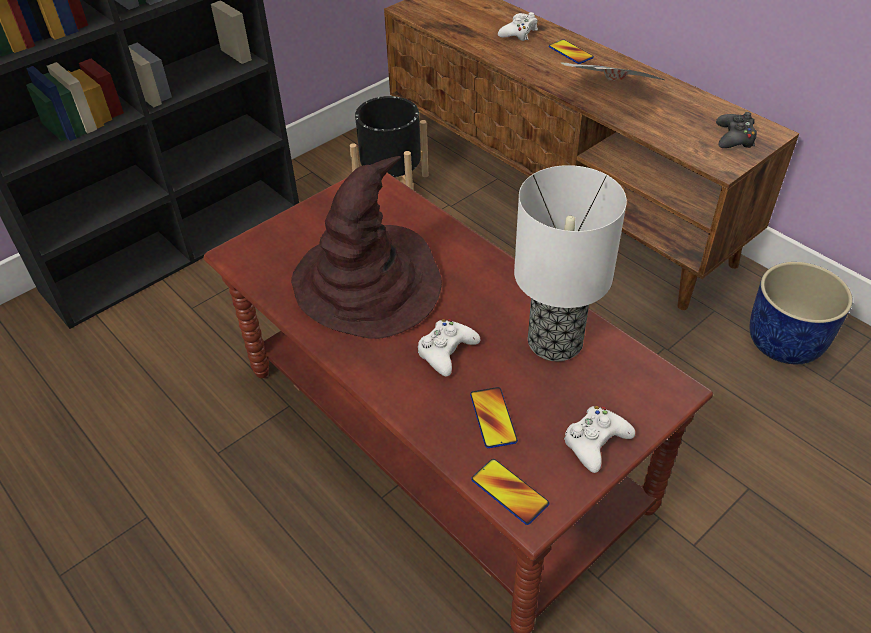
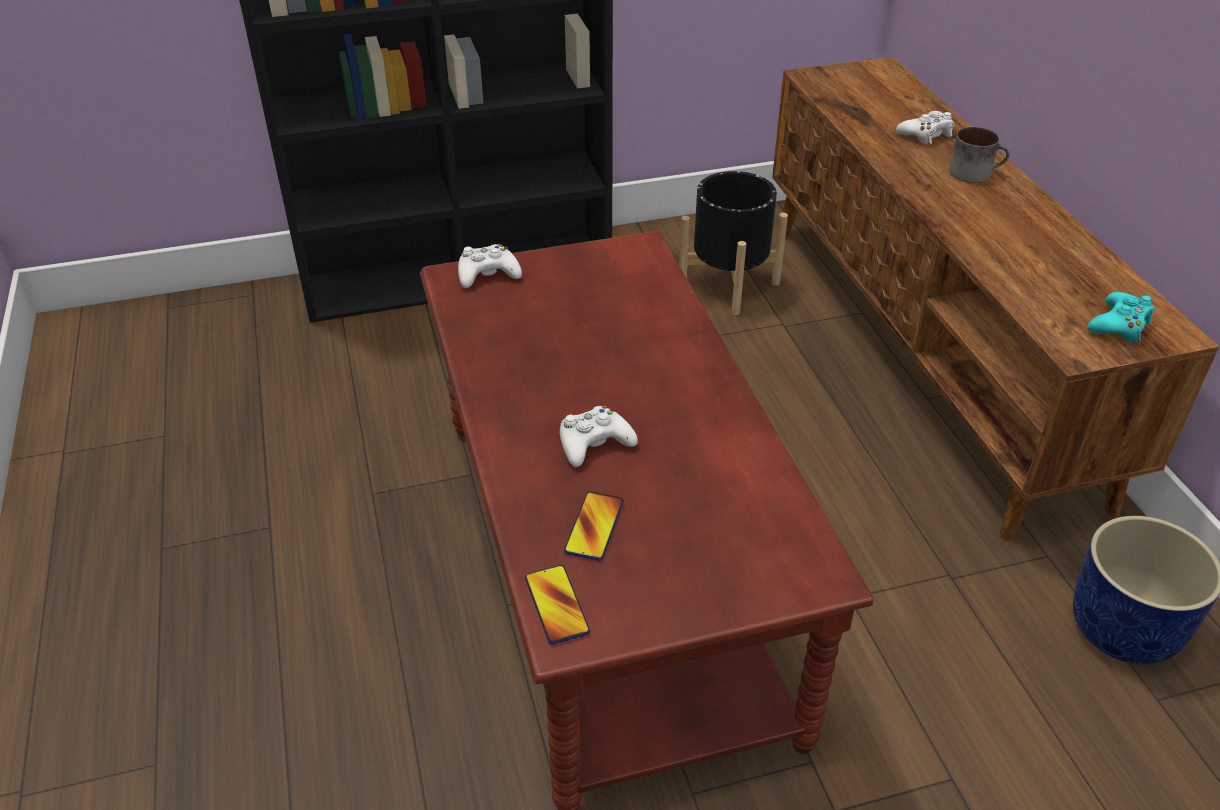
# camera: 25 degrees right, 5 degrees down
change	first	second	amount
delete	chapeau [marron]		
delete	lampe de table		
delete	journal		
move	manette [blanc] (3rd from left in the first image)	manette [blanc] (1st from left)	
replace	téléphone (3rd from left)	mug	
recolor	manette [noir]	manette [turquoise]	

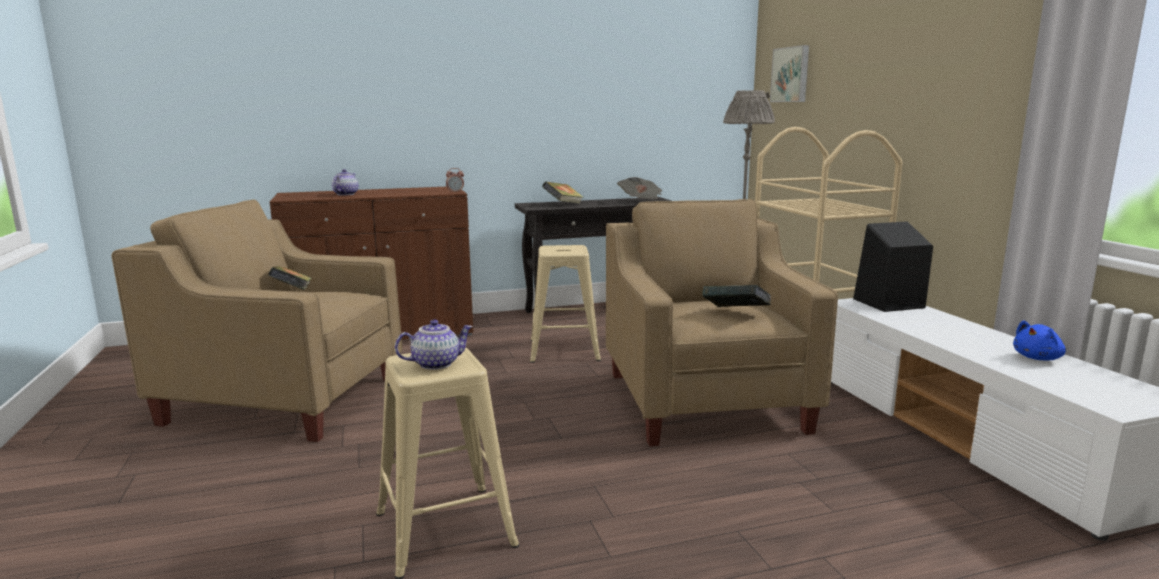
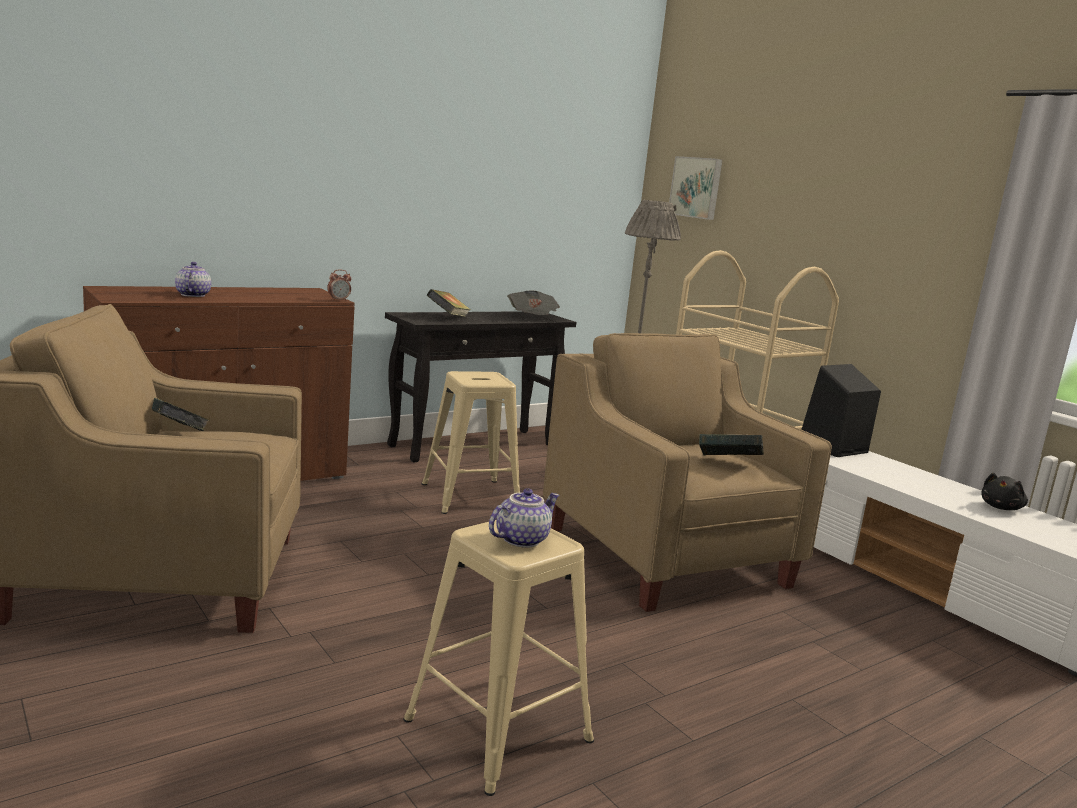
# camera: 20 degrees left, 0 degrees up
change	first	second	amount
recolor	peluche [bleu]	peluche [noir]	

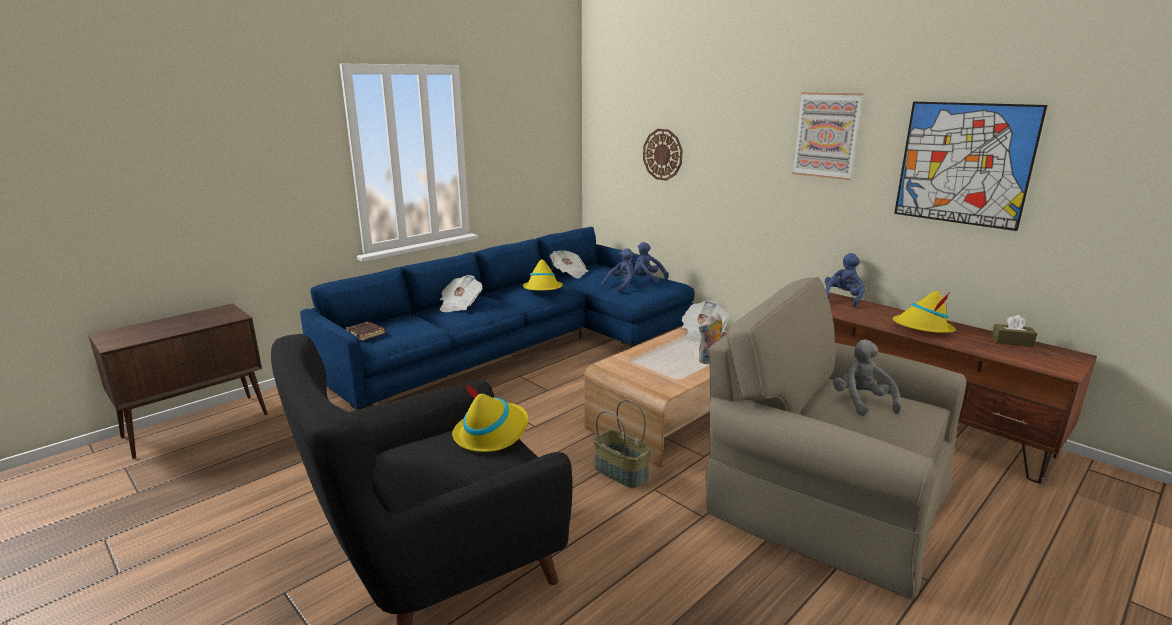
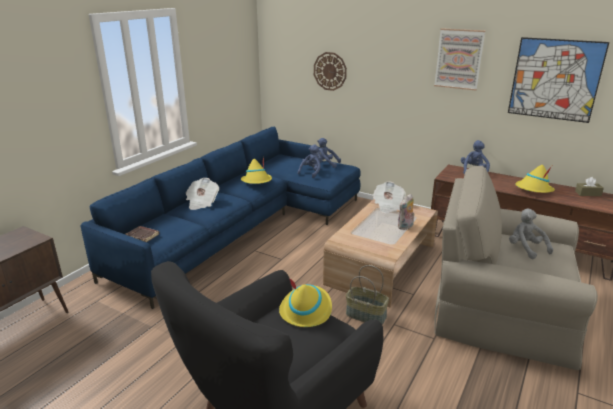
# camera: 15 degrees left, 5 degrees up
change	first	second	amount
delete	journal (2nd from left)		

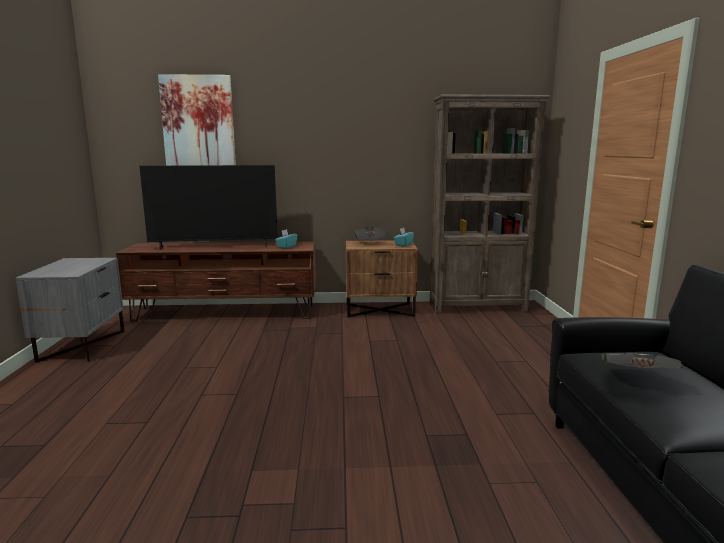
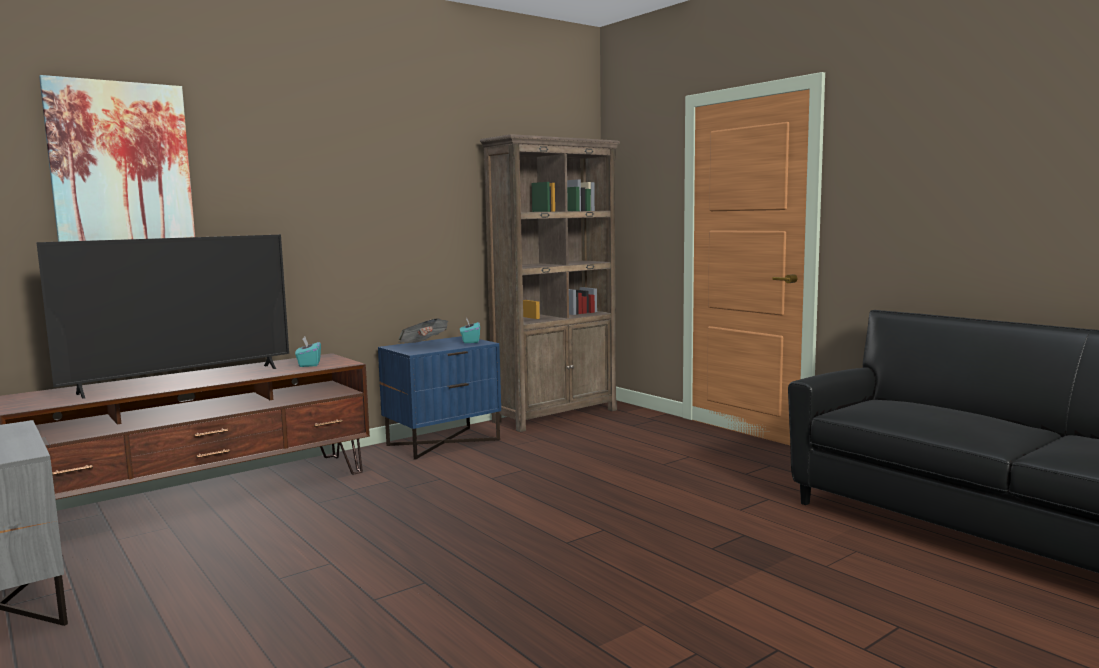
# camera: 35 degrees left, 5 degrees down
change	first	second	amount
delete	journal (2nd from left)		
recolor	table de chevet [marron]	table de chevet [bleu]	

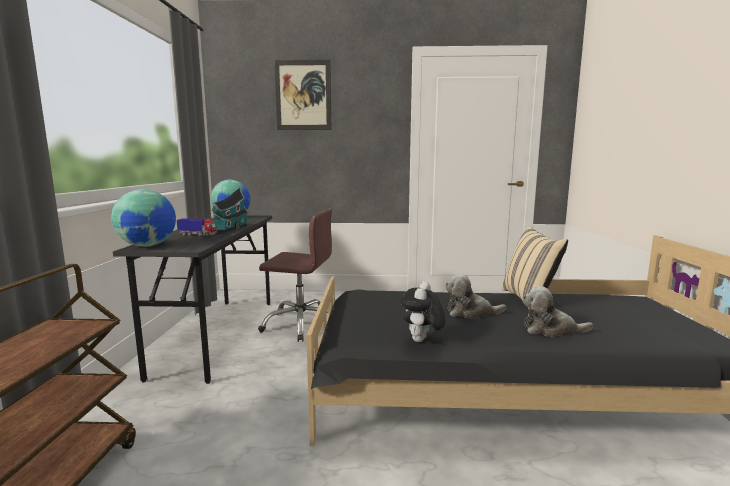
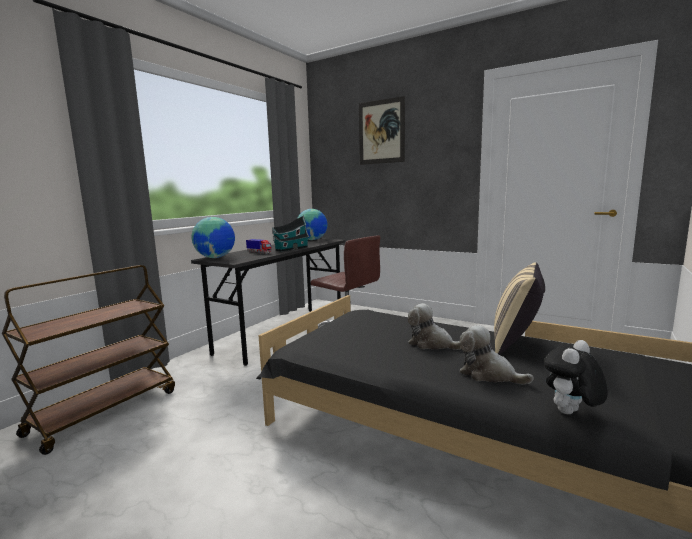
# camera: 30 degrees right, 0 degrees up
change	first	second	amount
move	peluche (1st from left in the first image)	peluche (3rd from left)	

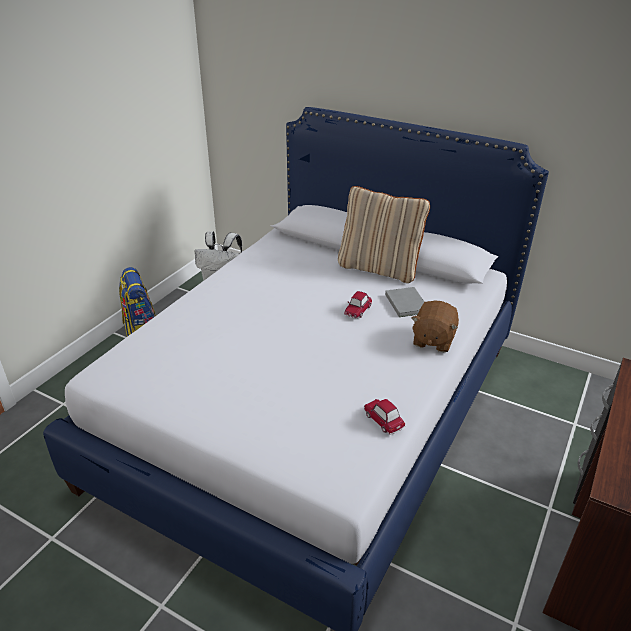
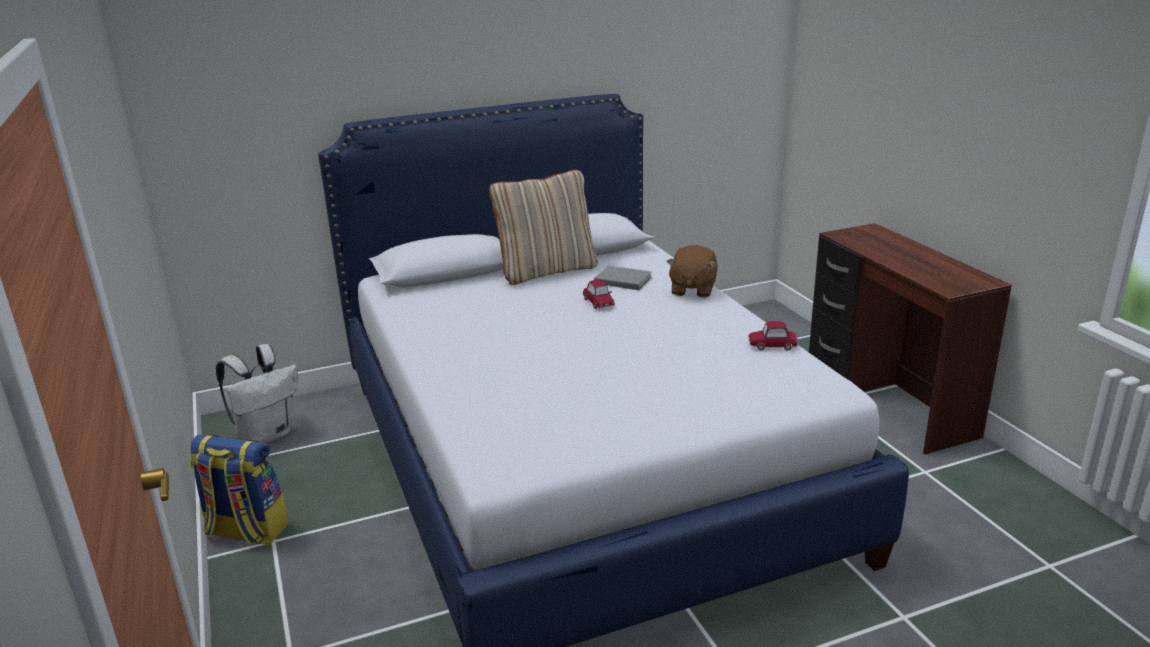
# camera: 50 degrees left, 10 degrees down
change	first	second	amount
rotate	peluche [marron]		45 degrees clockwise

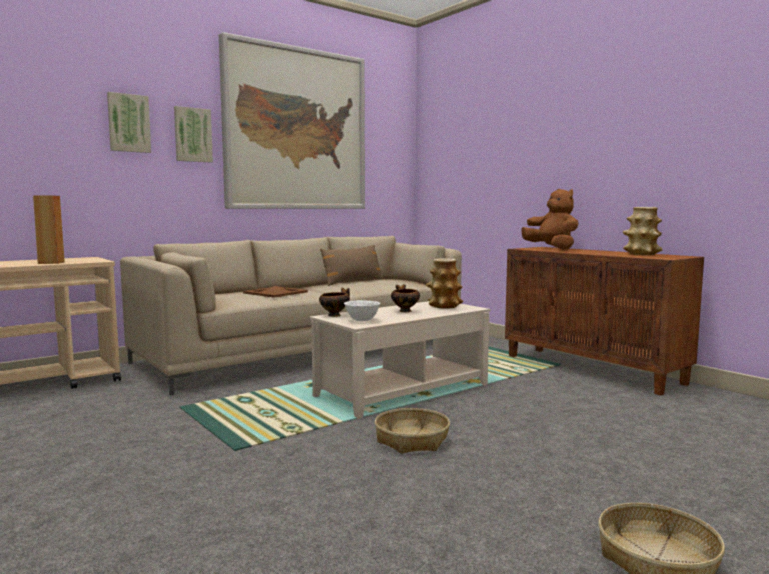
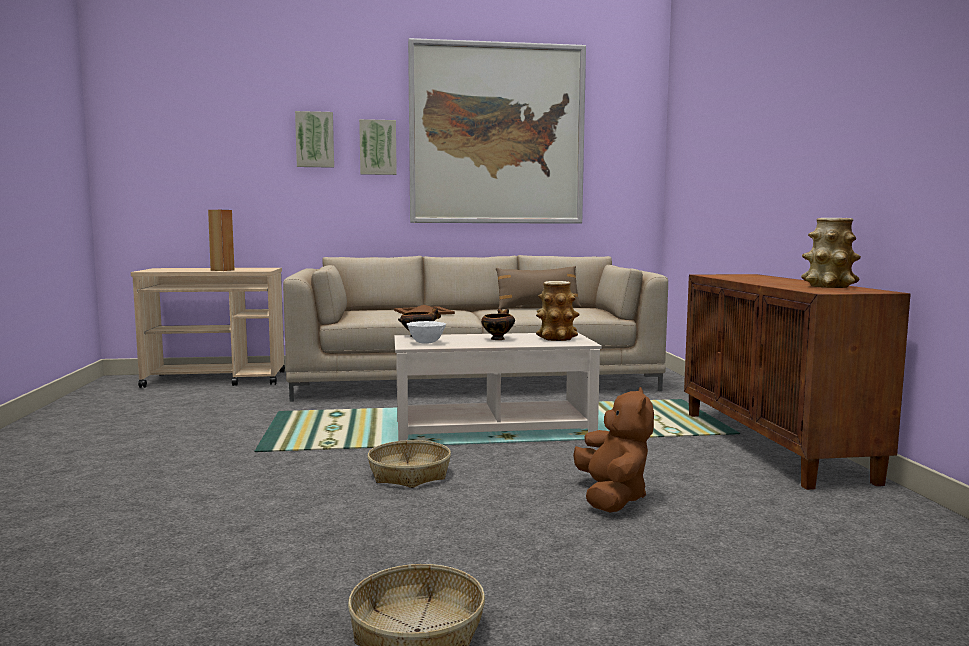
# camera: 30 degrees right, 0 degrees up
change	first	second	amount
move	peluche [marron]		

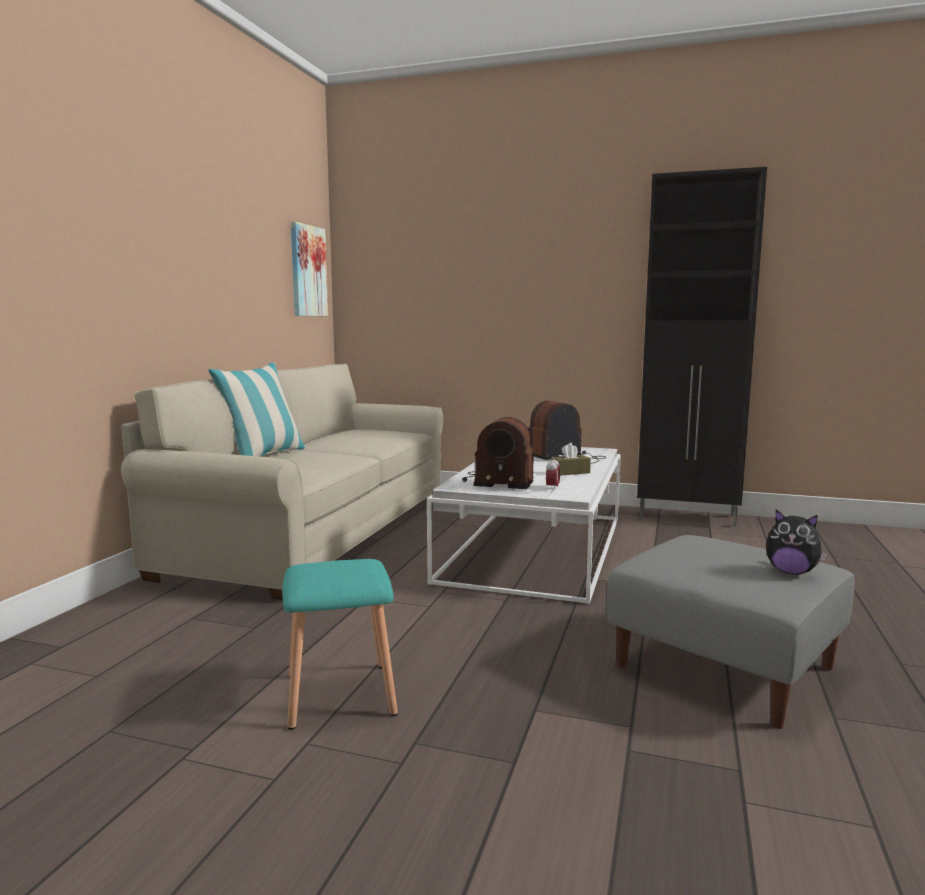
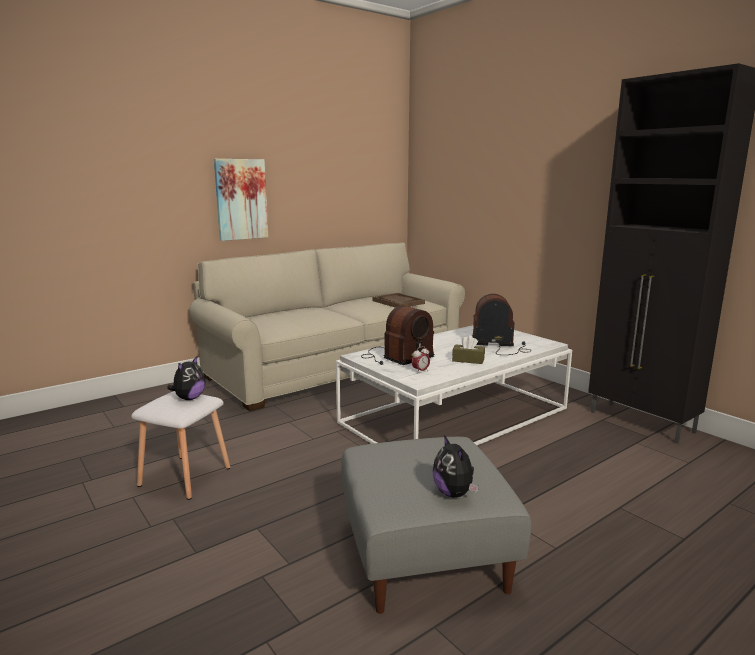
# camera: 35 degrees right, 5 degrees up
change	first	second	amount
delete	coussin		
insert		peluche (1st from left)	
insert		plateau [marron]	
move	tableau		
recolor	tabouret [turquoise]	tabouret [blanc]	
rotate	radio (1st from left)		90 degrees counterclockwise

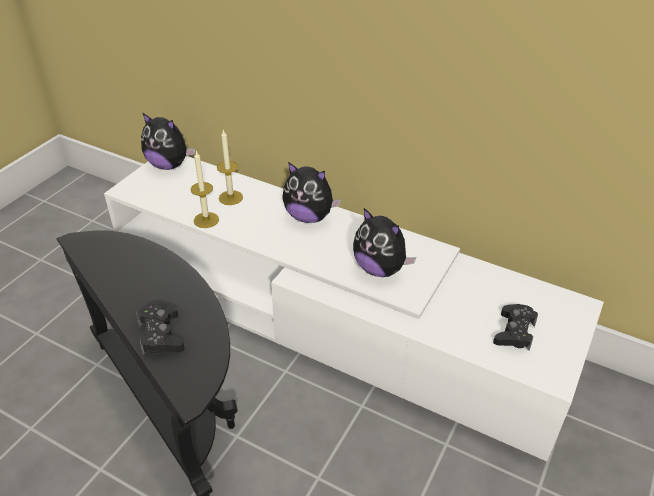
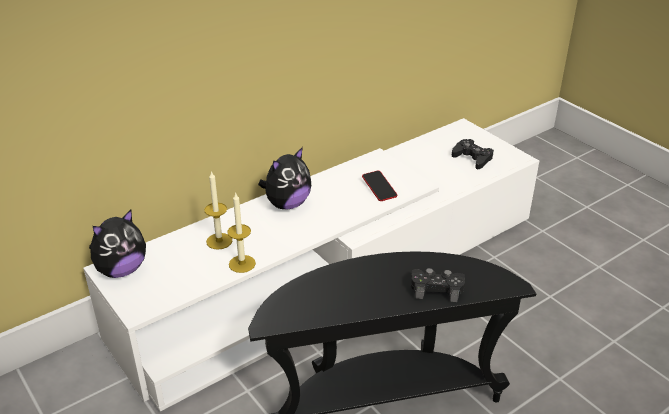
# camera: 65 degrees left, 5 degrees down
change	first	second	amount
replace	peluche (3rd from left)	téléphone	

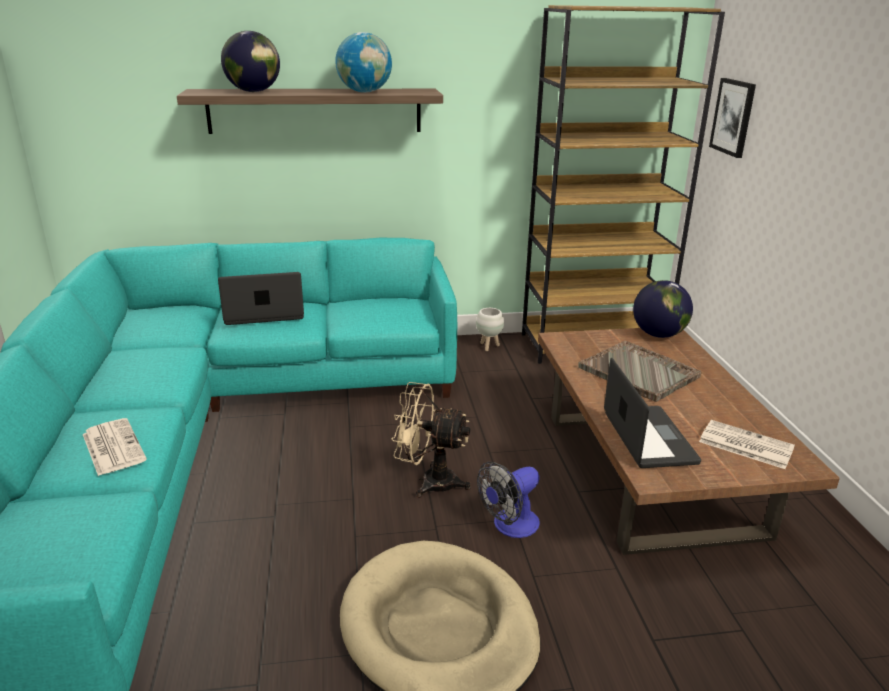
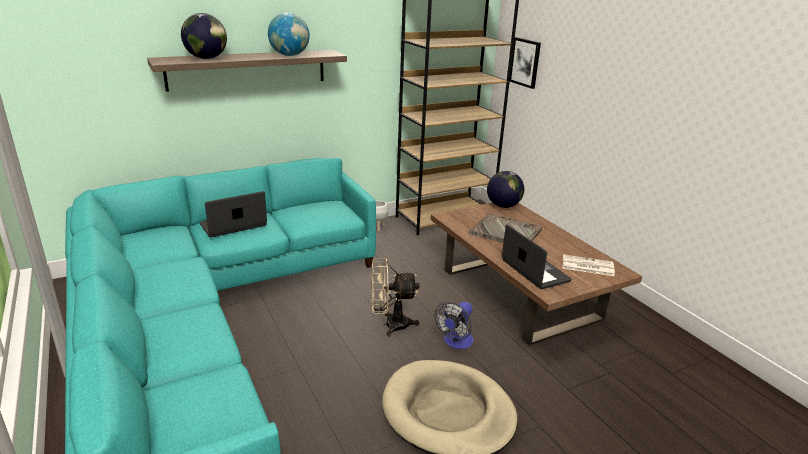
# camera: 20 degrees left, 0 degrees up
change	first	second	amount
delete	journal (1st from left)		

